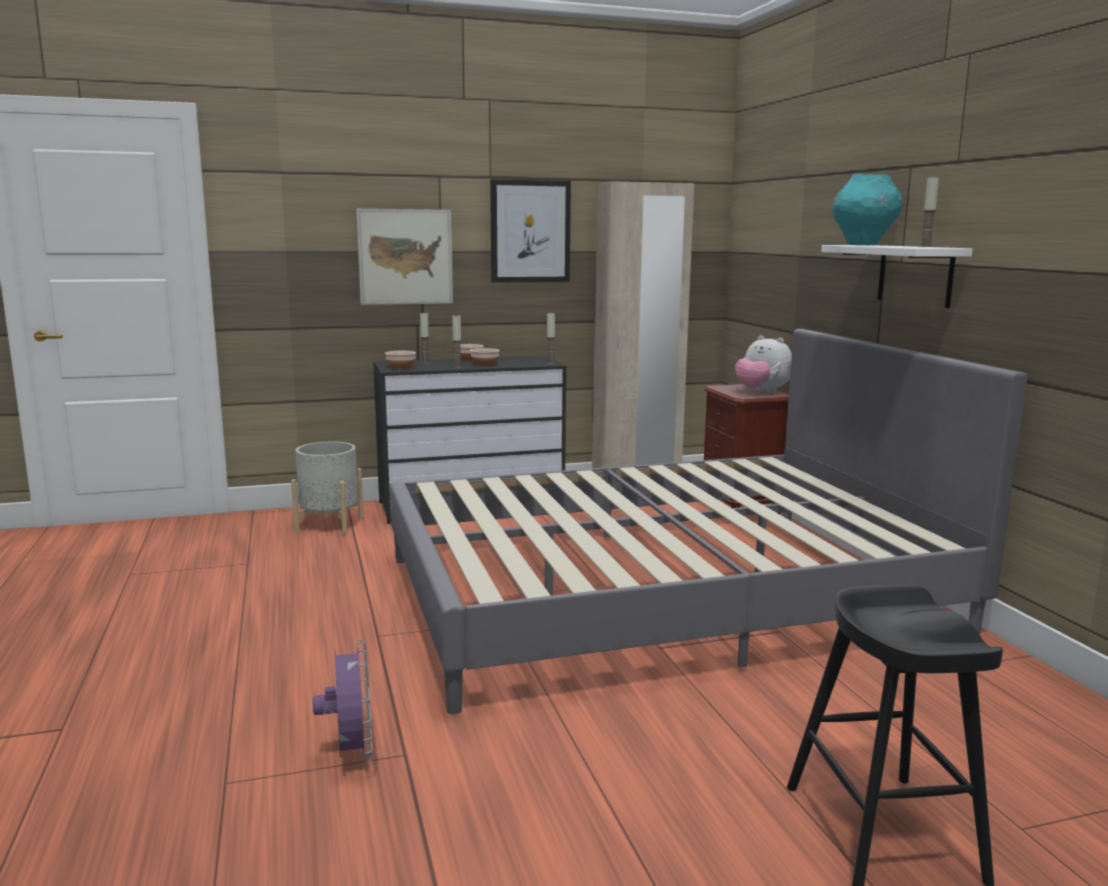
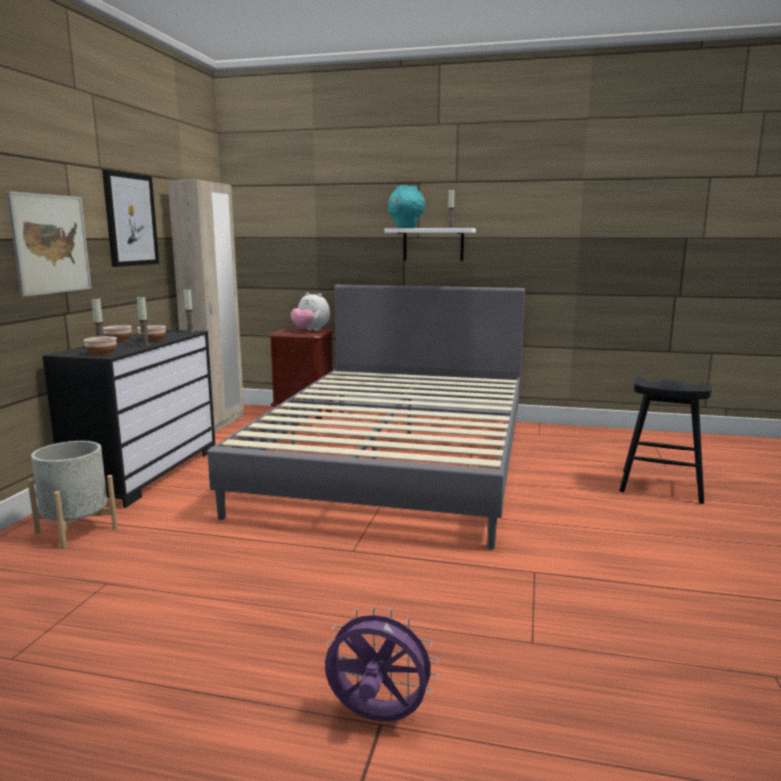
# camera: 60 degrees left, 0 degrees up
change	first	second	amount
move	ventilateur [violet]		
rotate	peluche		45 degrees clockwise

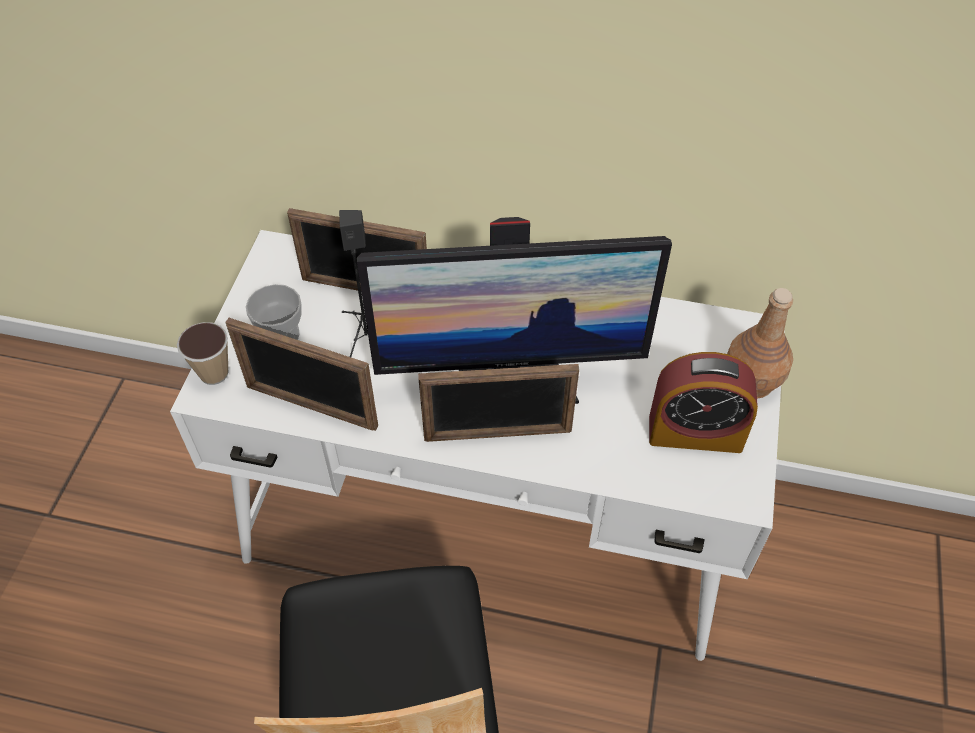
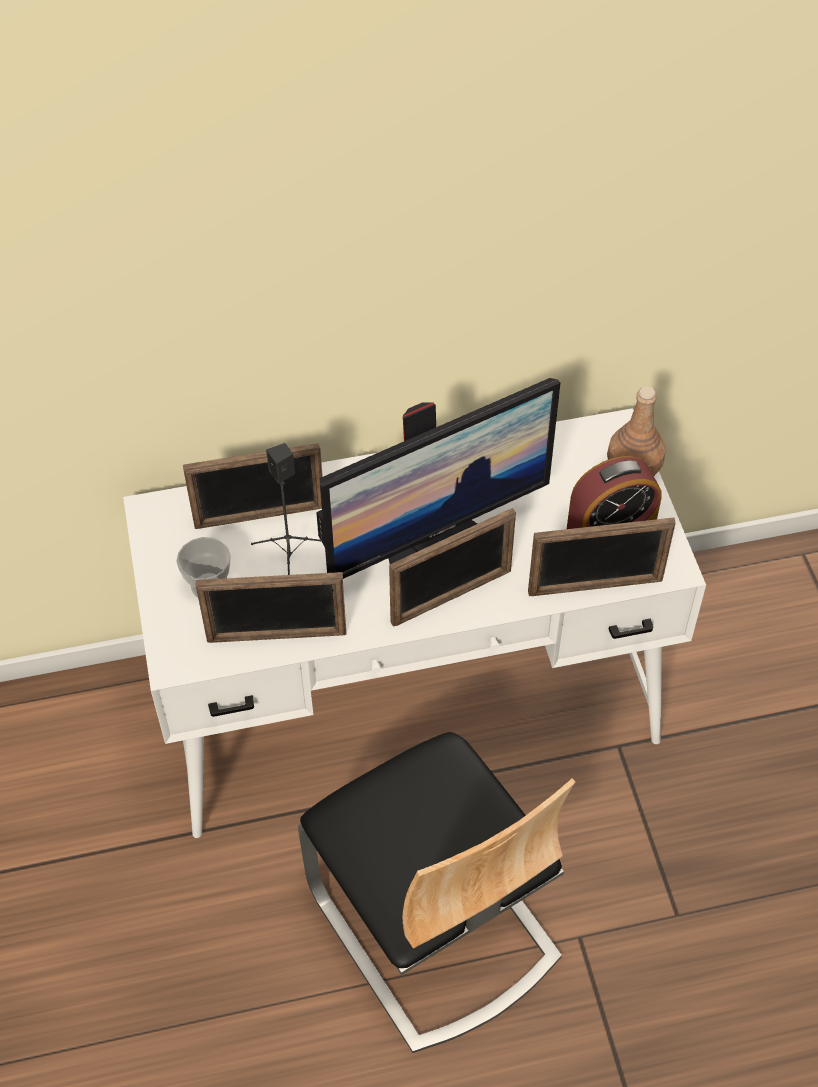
# camera: 25 degrees left, 0 degrees up
change	first	second	amount
delete	tasse (1st from left)		
insert		cadre photo (4th from left)	

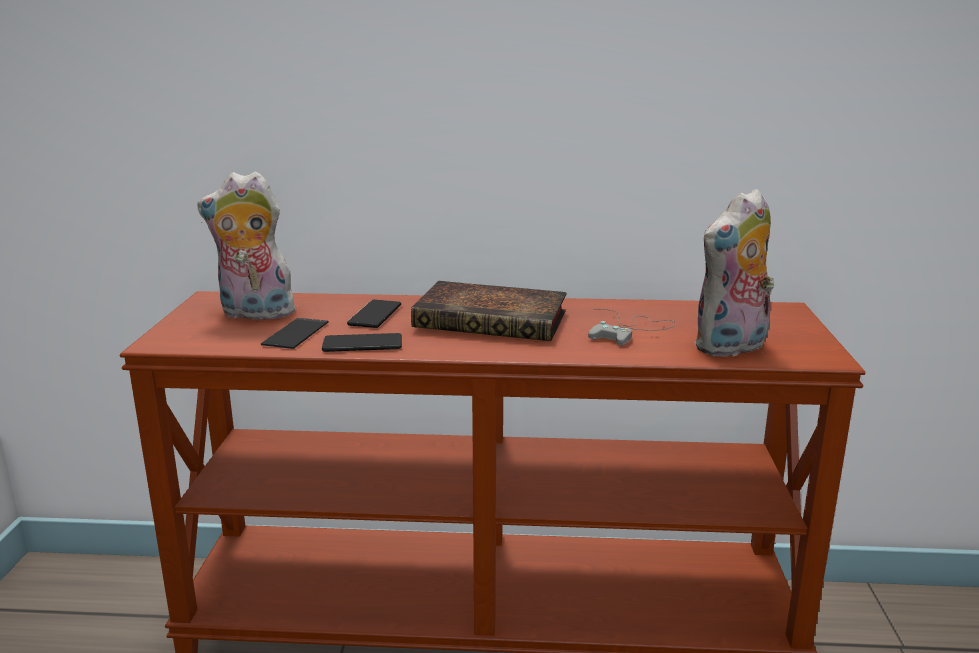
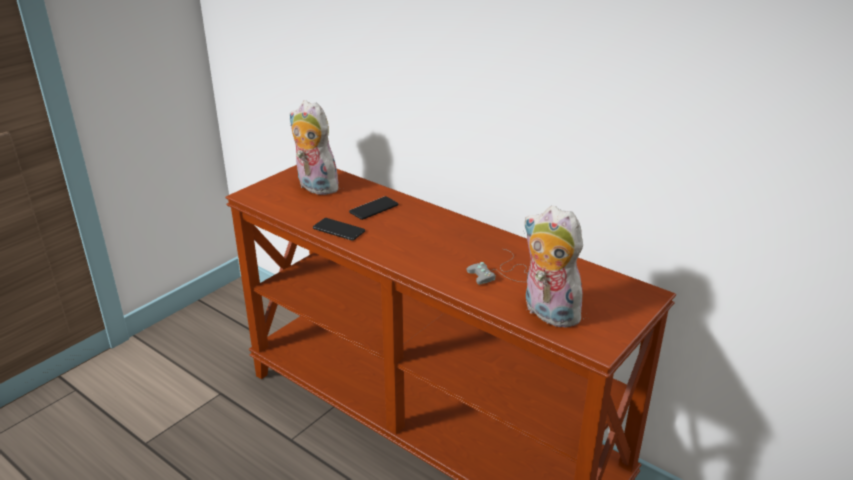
# camera: 35 degrees right, 10 degrees up
change	first	second	amount
delete	téléphone (1st from left)		
delete	livre		
rotate	peluche (2nd from left)		45 degrees clockwise

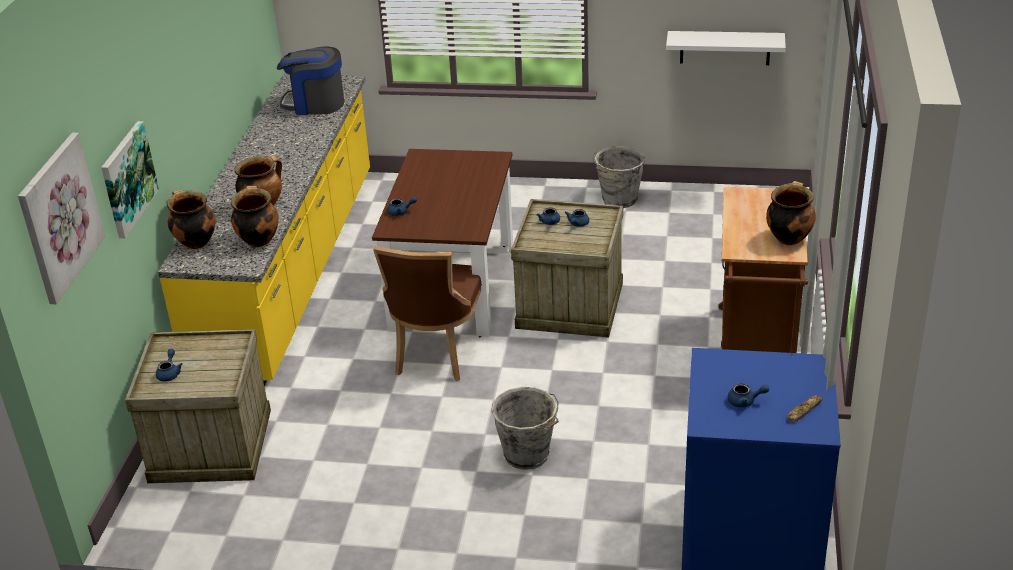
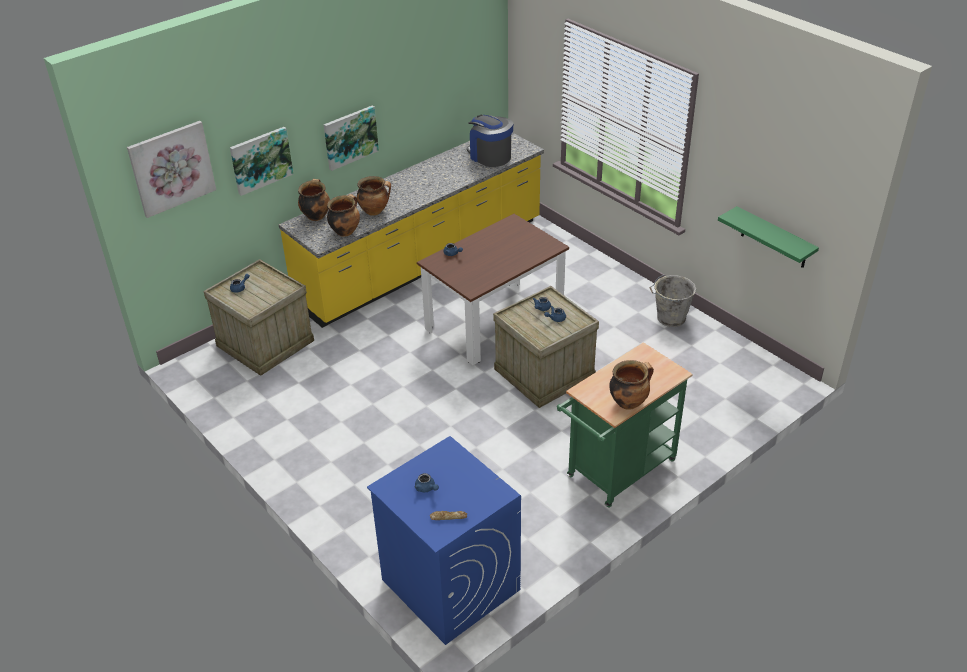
# camera: 40 degrees right, 5 degrees up
change	first	second	amount
delete	chaise [marron]		
delete	seau [gris] (1st from left)		
insert		tableau (3rd from left)	
recolor	étagère [blanc]	étagère [vert]	
recolor	chariot [marron]	chariot [vert]	

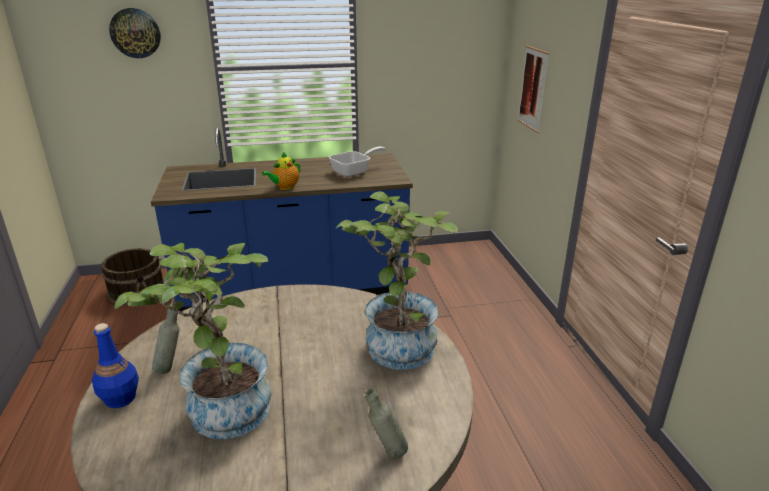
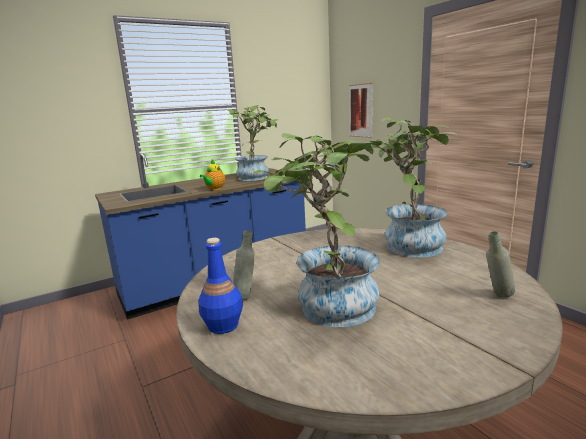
# camera: 20 degrees left, 10 degrees down
change	first	second	amount
delete	seau [marron]		
delete	horloge murale		
replace	poêle	plante en pot (1st from left)	

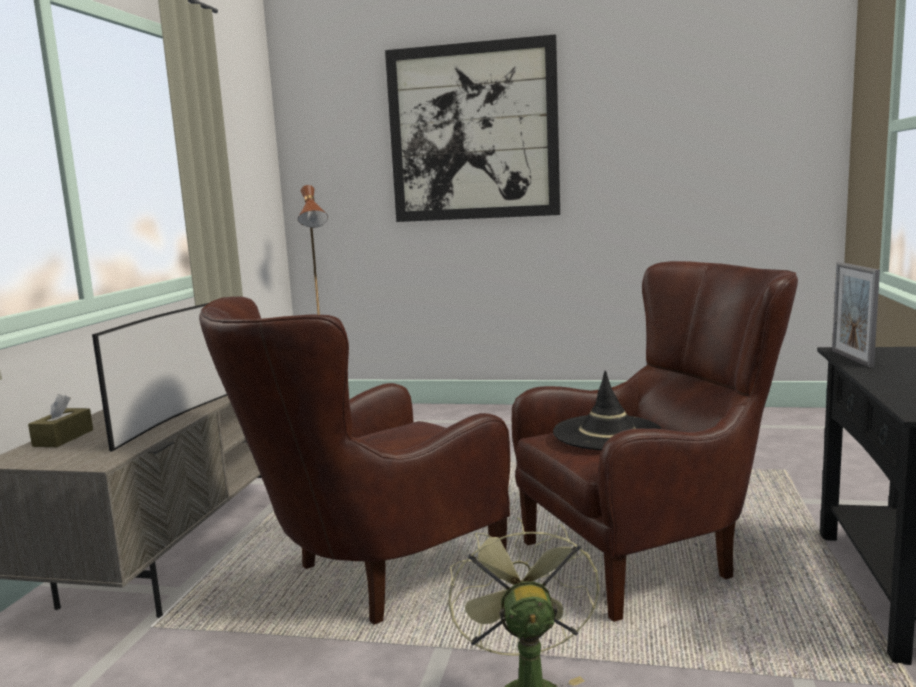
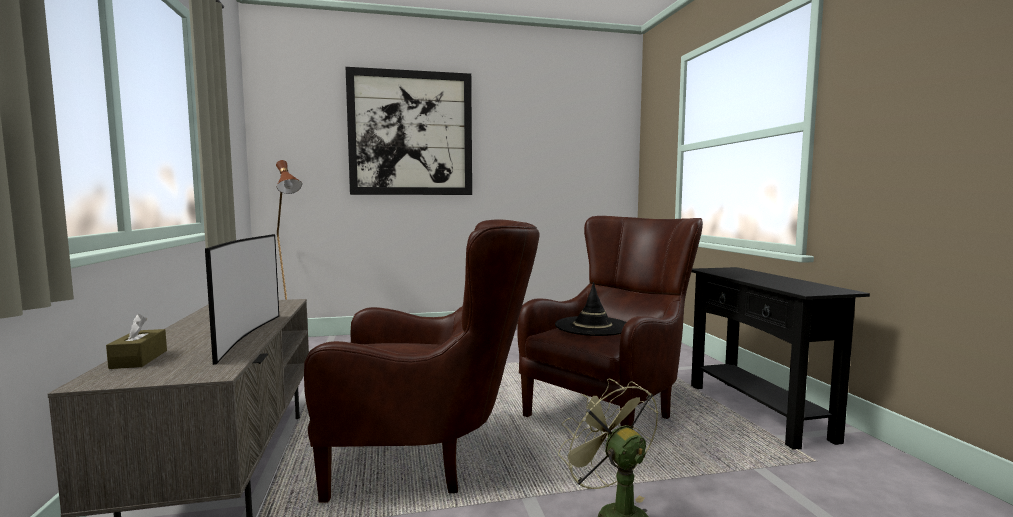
# camera: 25 degrees left, 5 degrees down
change	first	second	amount
delete	cadre photo		
rotate	fauteuil [marron] (1st from left)		120 degrees counterclockwise

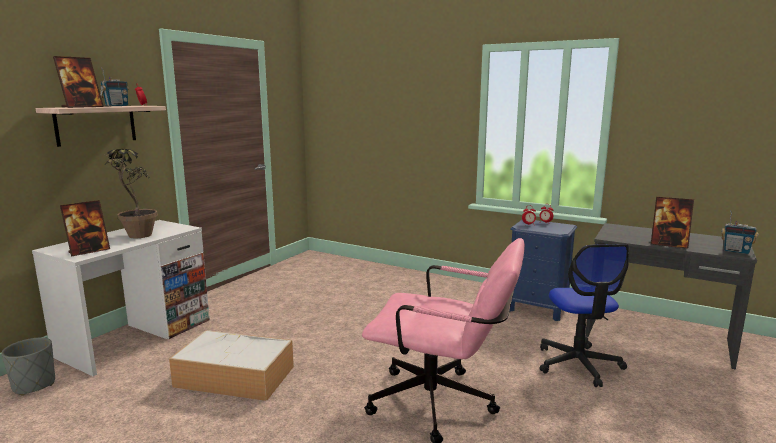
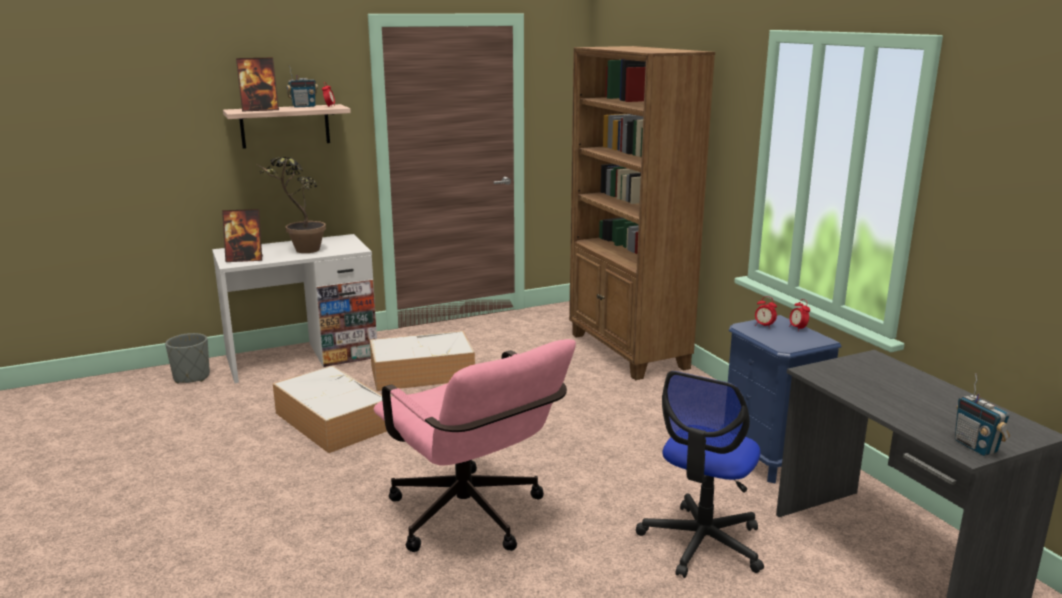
# camera: 35 degrees right, 5 degrees up
change	first	second	amount
delete	cadre photo (3rd from left)		
insert		boîte de rangement (2nd from left)	
insert		bibliothèque [marron]	

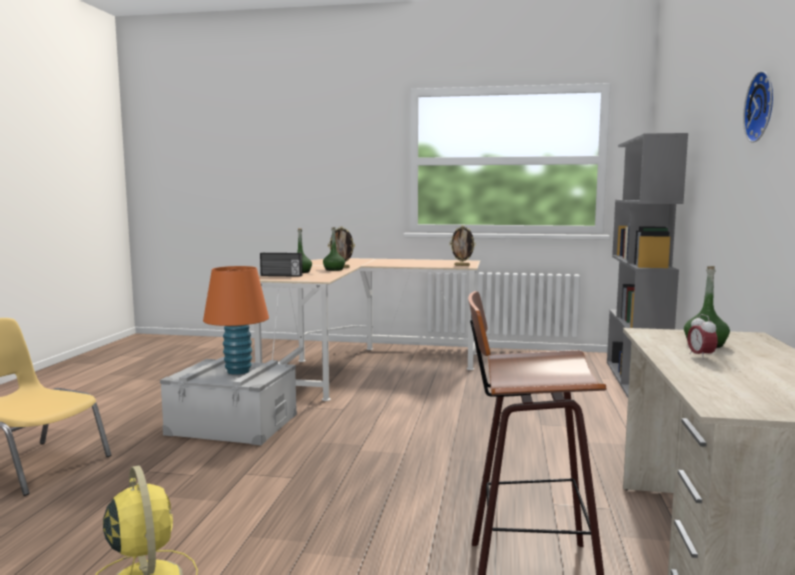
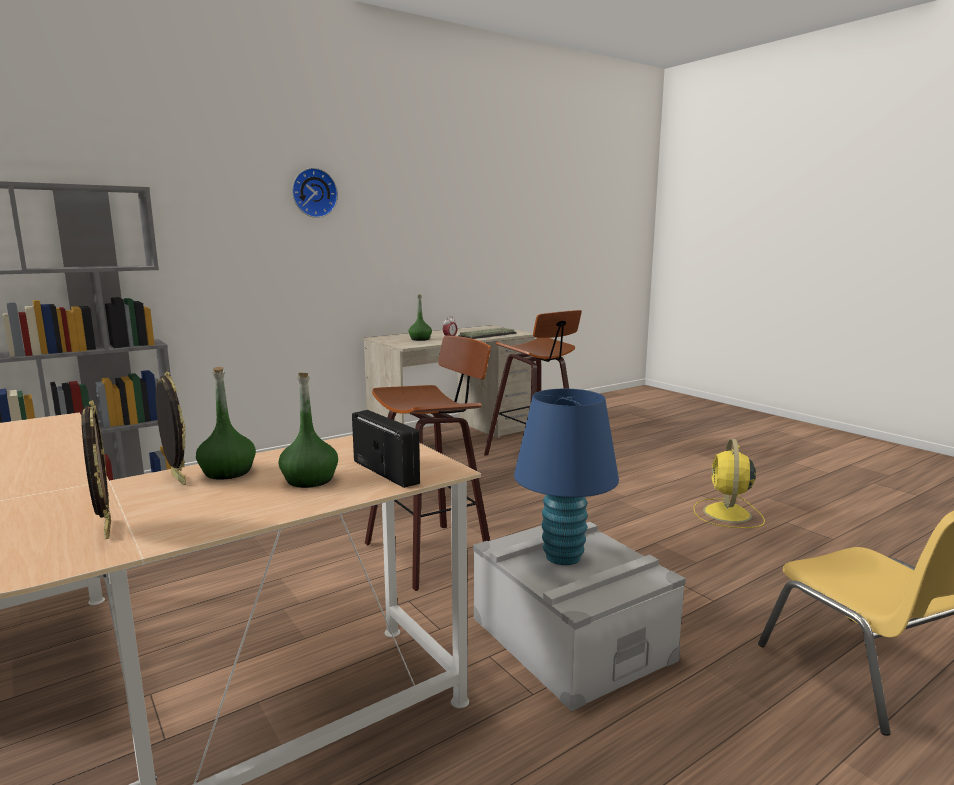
# camera: 135 degrees left, 5 degrees up
change	first	second	amount
insert		tabouret (1st from left)	
insert		clavier	
move	cadre photo (2nd from left in the first image)	cadre photo (1st from left)	
recolor	lampe de table [orange]	lampe de table [bleu]	

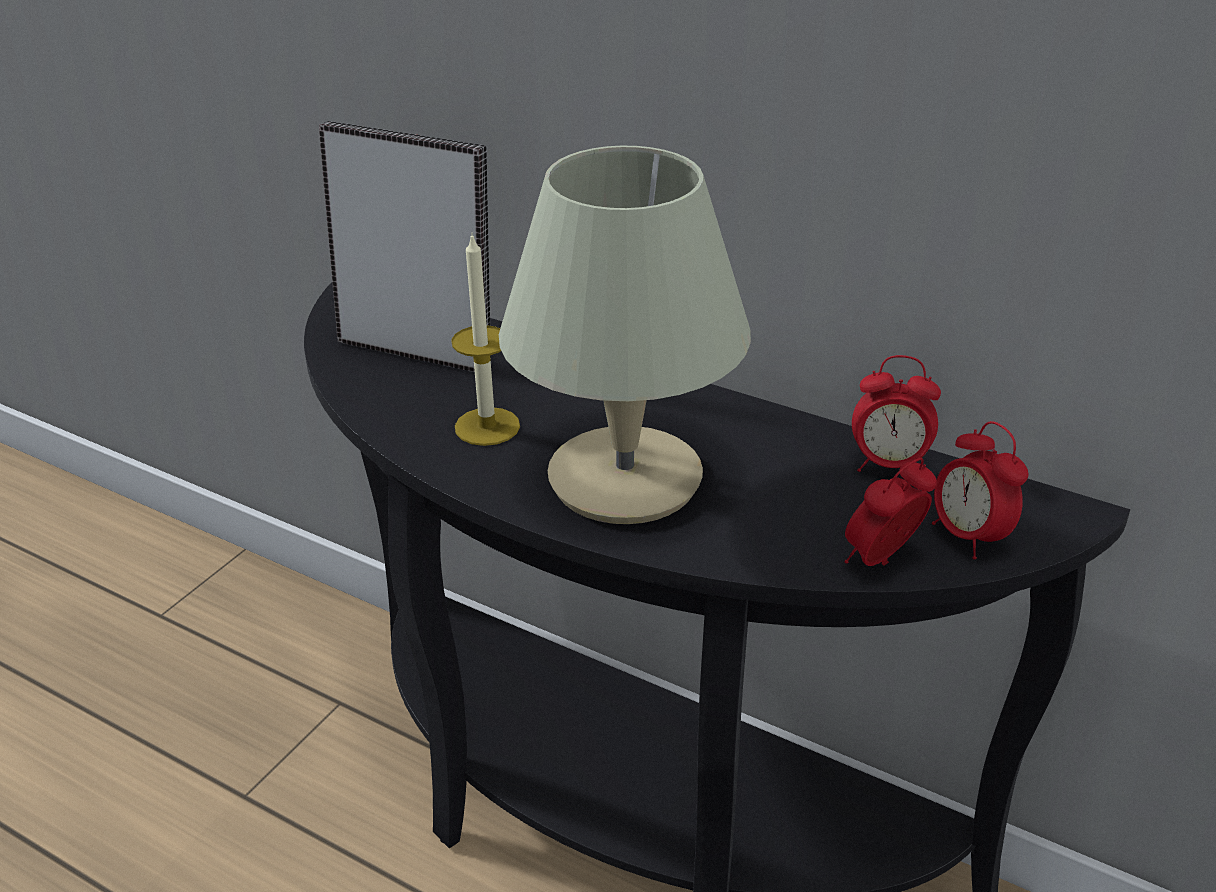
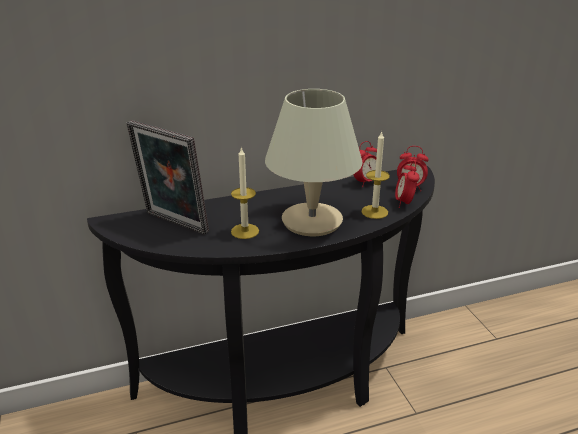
# camera: 50 degrees left, 5 degrees down
change	first	second	amount
insert		bougie (2nd from left)	
rotate	cadre photo		120 degrees counterclockwise

